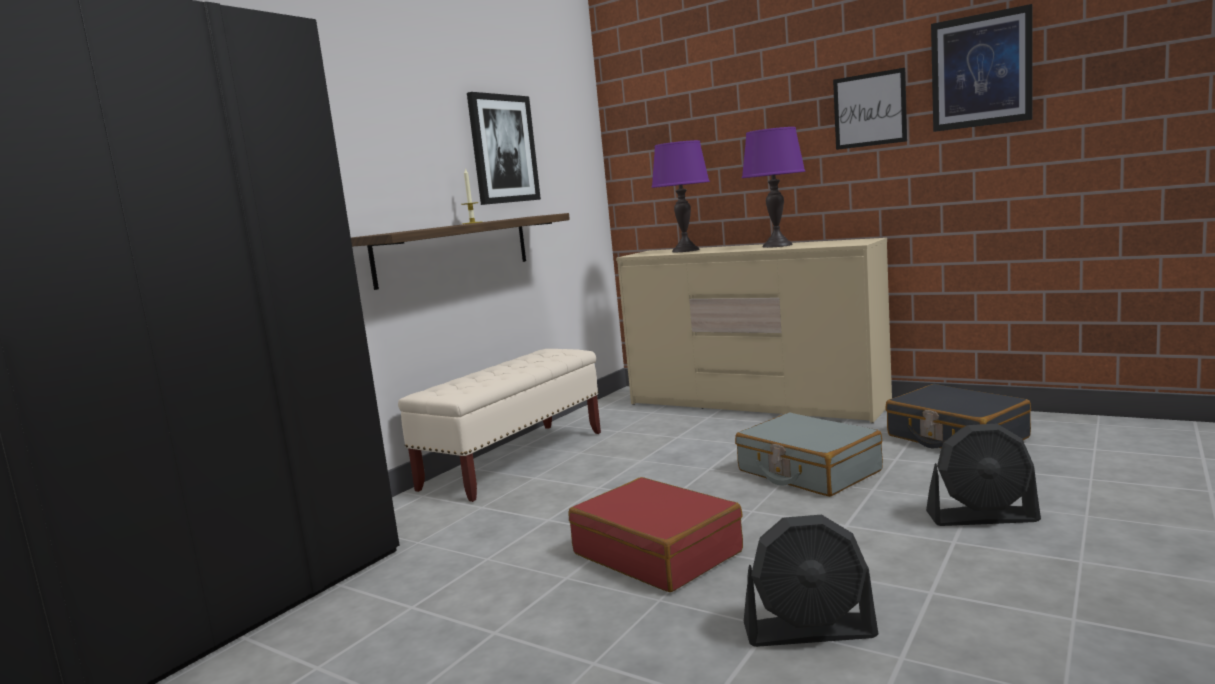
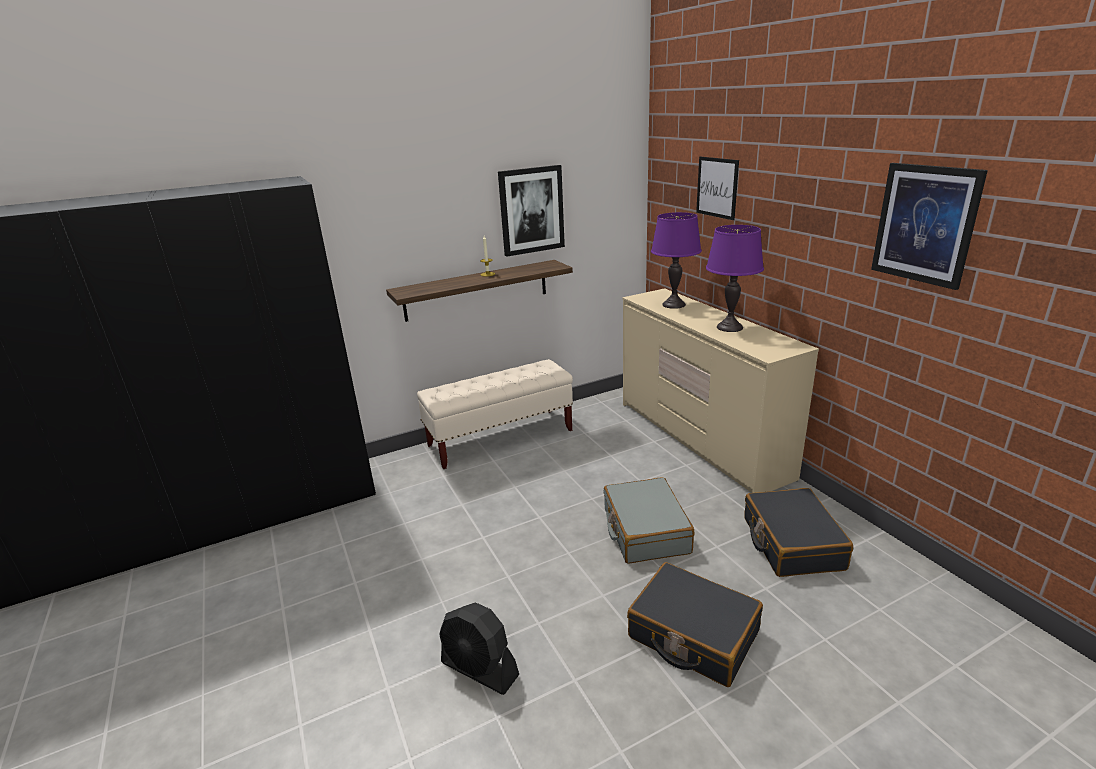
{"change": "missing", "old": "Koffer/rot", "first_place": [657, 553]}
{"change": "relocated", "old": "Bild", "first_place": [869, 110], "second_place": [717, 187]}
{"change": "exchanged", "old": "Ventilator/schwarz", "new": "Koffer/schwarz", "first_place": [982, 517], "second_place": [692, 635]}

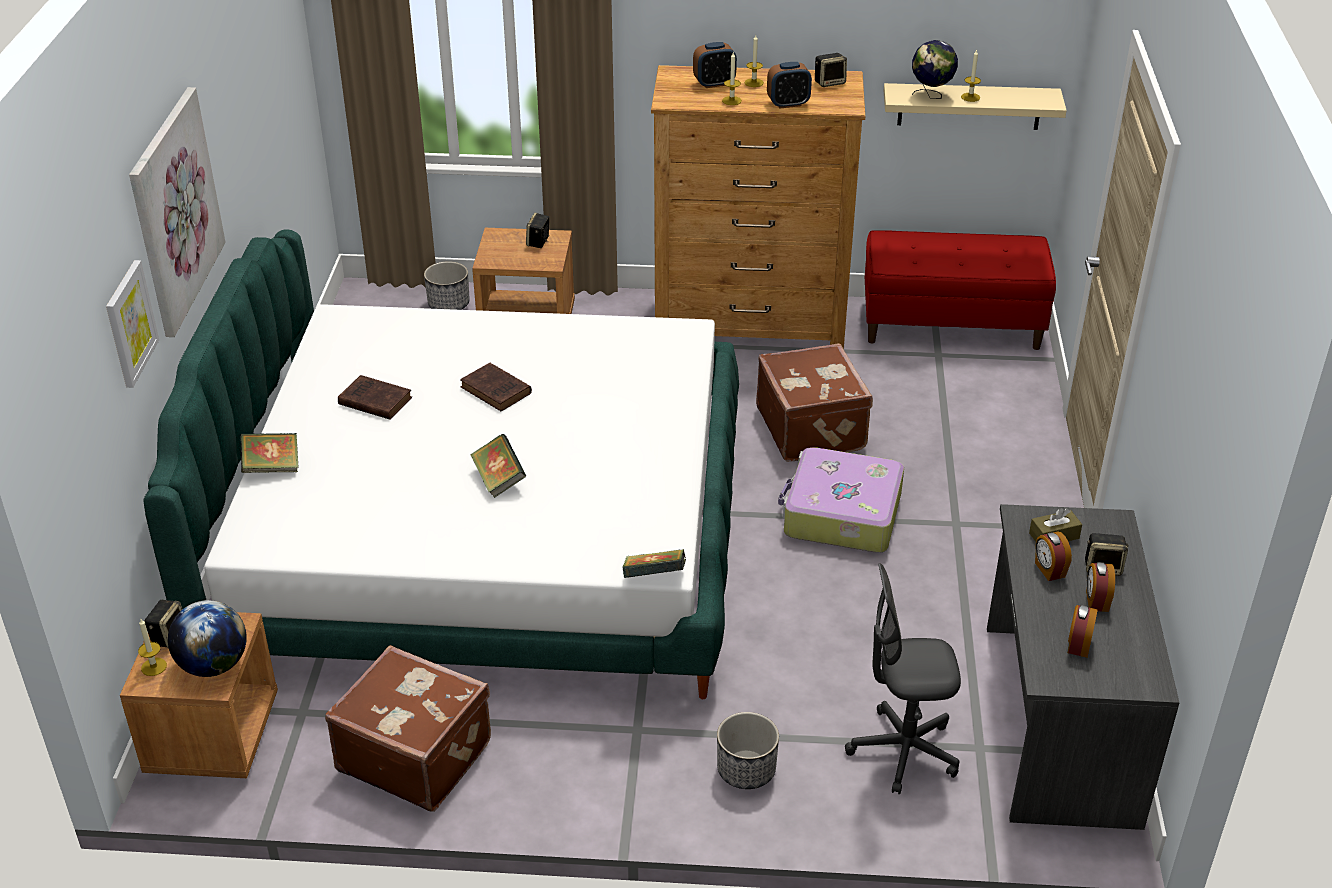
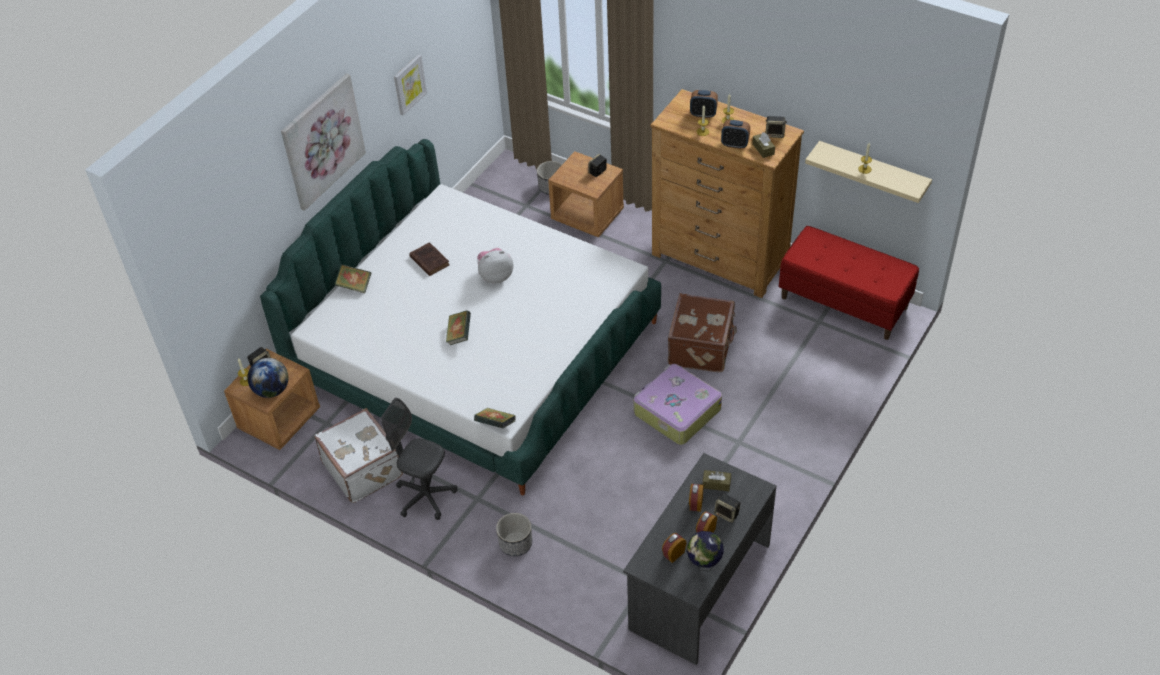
{"change": "relocated", "old": "Bild", "first_place": [130, 323], "second_place": [409, 84]}
{"change": "colour", "old": "Koffer/braun", "new": "Koffer/weiß", "first_place": [415, 755], "second_place": [364, 468]}
{"change": "exchanged", "old": "Buch/braun", "new": "Plüschtier", "first_place": [497, 391], "second_place": [495, 276]}
{"change": "relocated", "old": "Bürostuhl/grau", "first_place": [903, 751], "second_place": [425, 496]}
{"change": "relocated", "old": "Globus", "first_place": [931, 96], "second_place": [704, 565]}
{"change": "appeared", "new": "Taschentuchbox/braun", "second_place": [763, 149]}

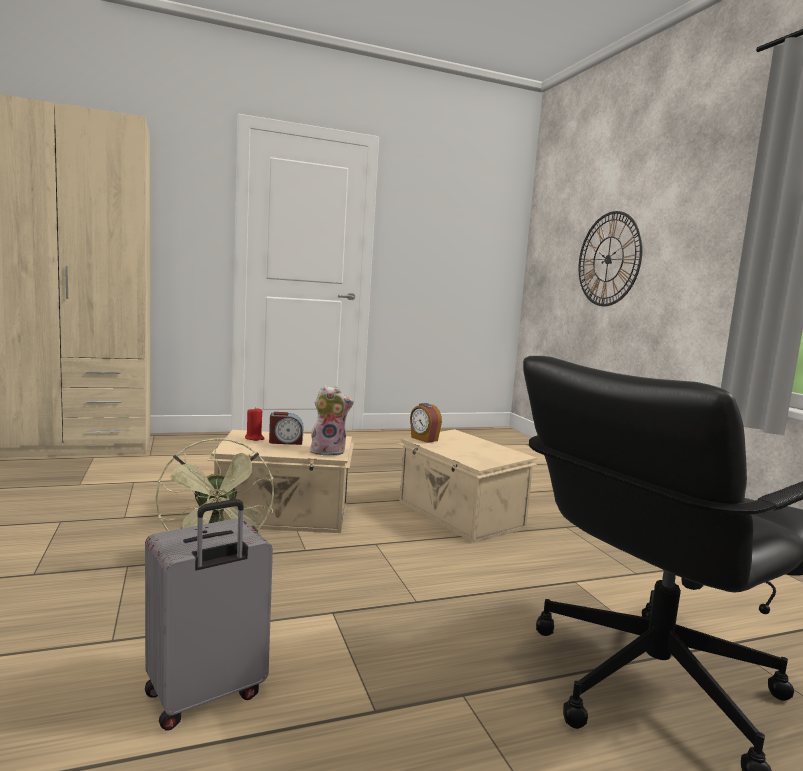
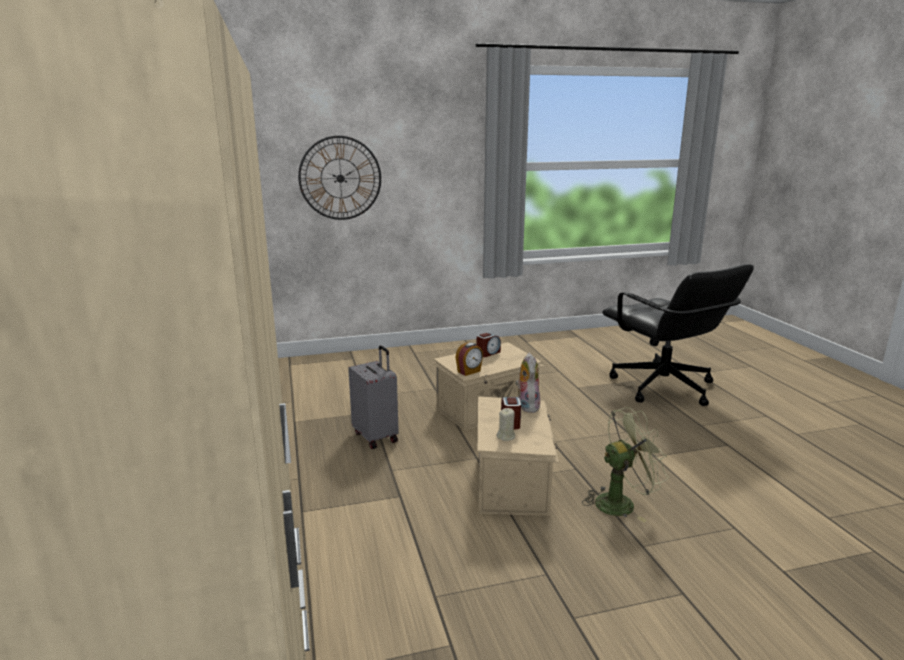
{"change": "relocated", "old": "Koffer/grau", "first_place": [206, 696], "second_place": [376, 436]}
{"change": "colour", "old": "Kerze/rot", "new": "Kerze/beige", "first_place": [254, 438], "second_place": [506, 436]}
{"change": "appeared", "new": "Wecker", "second_place": [488, 353]}

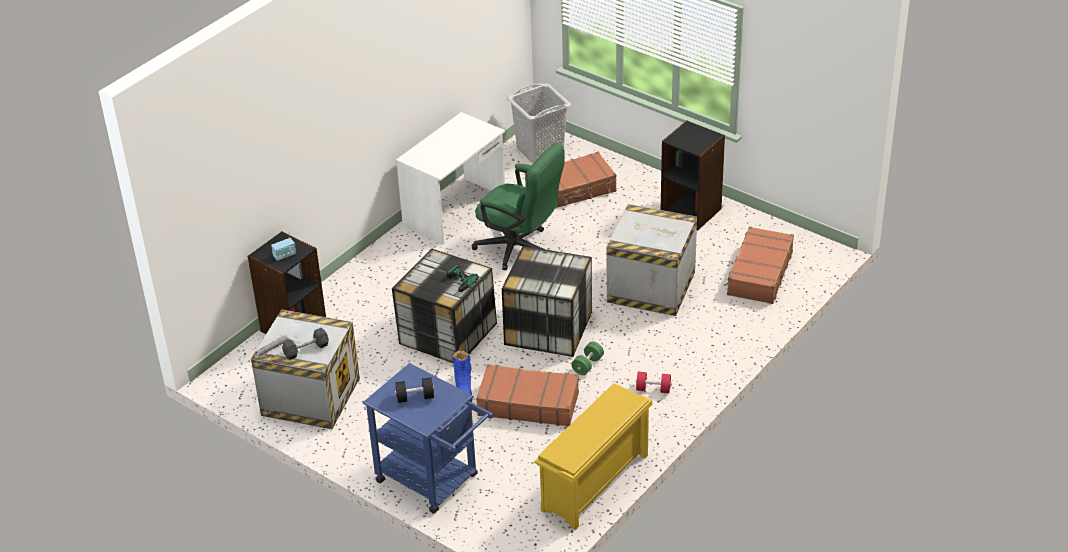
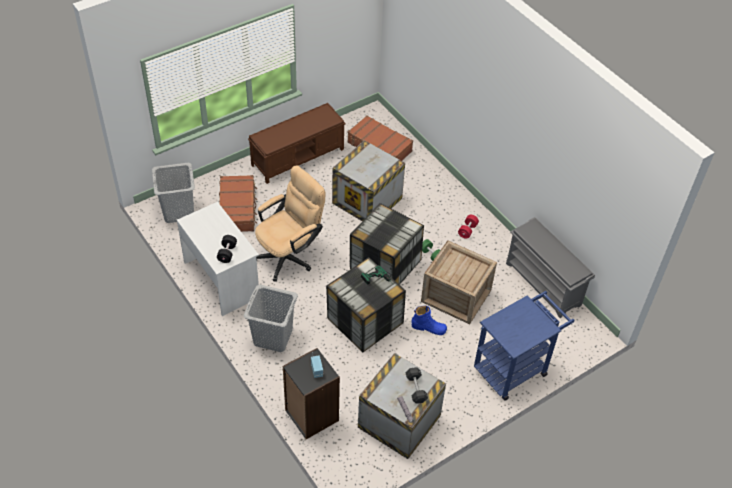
{"change": "relocated", "old": "Hantel/schwarz", "first_place": [415, 397], "second_place": [227, 253]}
{"change": "colour", "old": "Bürostuhl/grün", "new": "Bürostuhl/beige", "first_place": [520, 249], "second_place": [290, 255]}
{"change": "exchanged", "old": "Koffer/braun", "new": "Kiste", "first_place": [528, 403], "second_place": [456, 296]}
{"change": "colour", "old": "Schuhregal/gelb", "new": "Schuhregal/grau", "first_place": [595, 484], "second_place": [544, 284]}
{"change": "exchanged", "old": "Bücherregal/schwarz", "new": "Bank/braun", "first_place": [691, 211], "second_place": [298, 157]}
{"change": "appeared", "new": "Wäschekorb/grau", "second_place": [273, 336]}

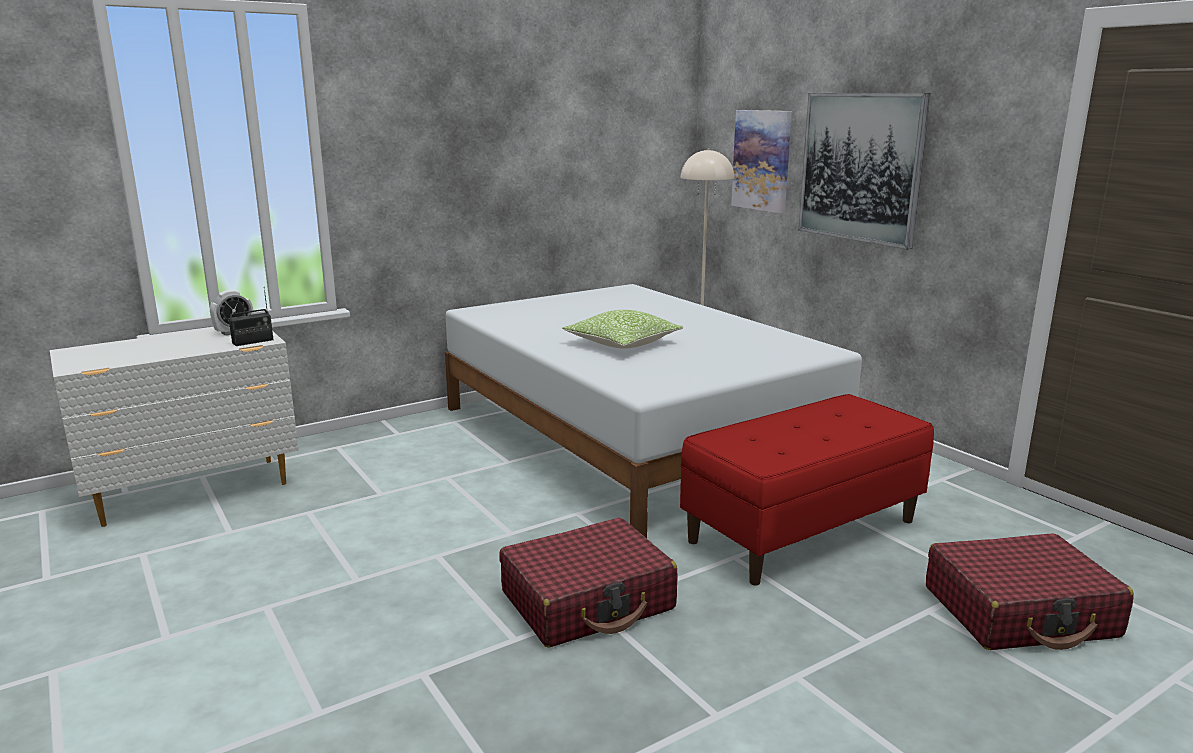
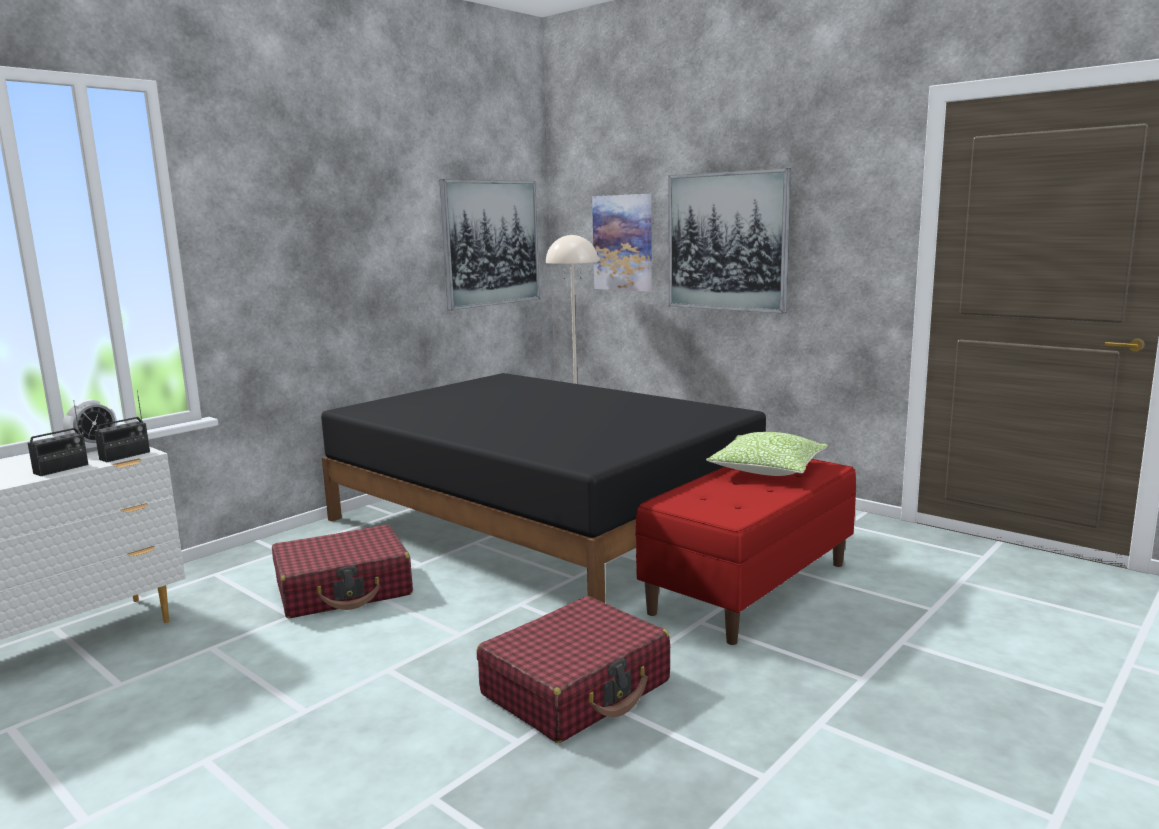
{"change": "colour", "old": "Bett/weiß", "new": "Bett/schwarz", "first_place": [633, 437], "second_place": [541, 523]}
{"change": "relocated", "old": "Kissen", "first_place": [622, 343], "second_place": [767, 470]}
{"change": "relocated", "old": "Koffer/rot", "first_place": [1020, 612], "second_place": [344, 589]}
{"change": "appeared", "new": "Radio", "second_place": [61, 469]}
{"change": "appeared", "new": "Bild", "second_place": [491, 243]}

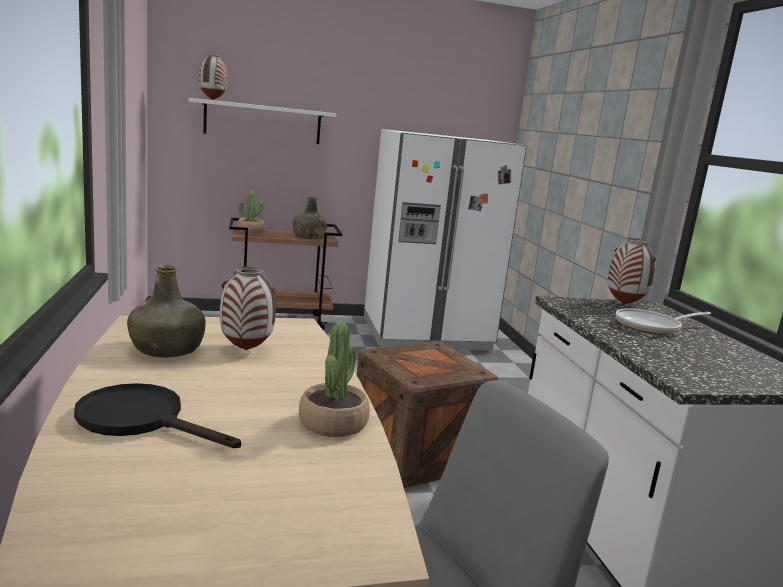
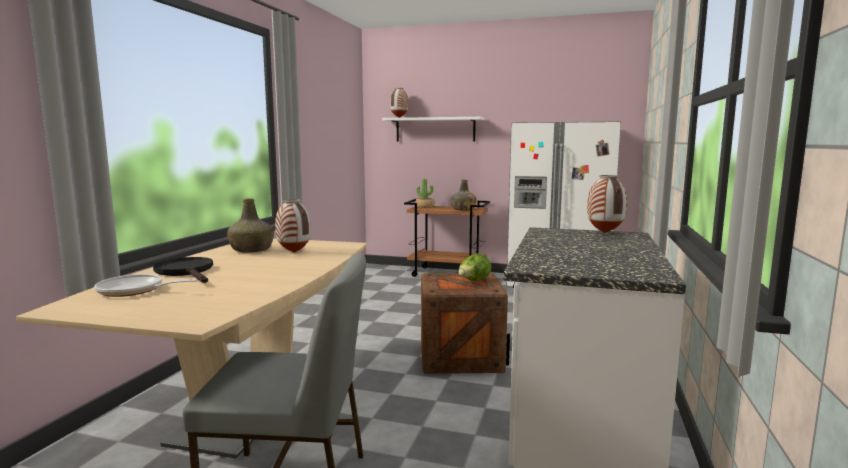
{"change": "missing", "old": "Topfpflanze", "first_place": [333, 423]}
{"change": "relocated", "old": "Pfanne", "first_place": [652, 327], "second_place": [135, 291]}
{"change": "appeared", "new": "Salatkopf", "second_place": [474, 281]}

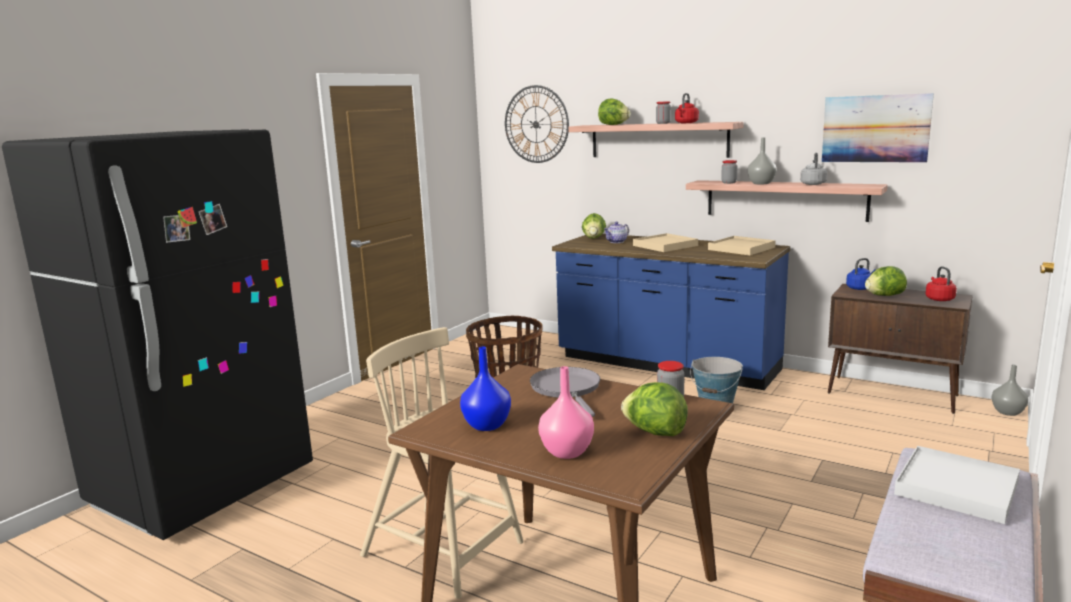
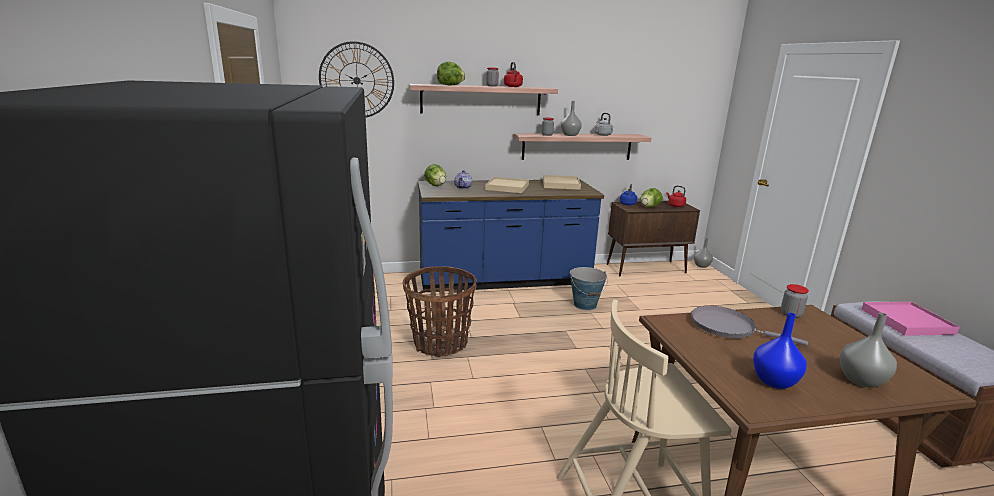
{"change": "colour", "old": "Vase/rosa", "new": "Vase/grau", "first_place": [568, 452], "second_place": [862, 380]}
{"change": "missing", "old": "Salatkopf", "first_place": [655, 432]}
{"change": "missing", "old": "Bild", "first_place": [875, 129]}
{"change": "colour", "old": "Tablett/weiß", "new": "Tablett/rosa", "first_place": [956, 488], "second_place": [906, 321]}

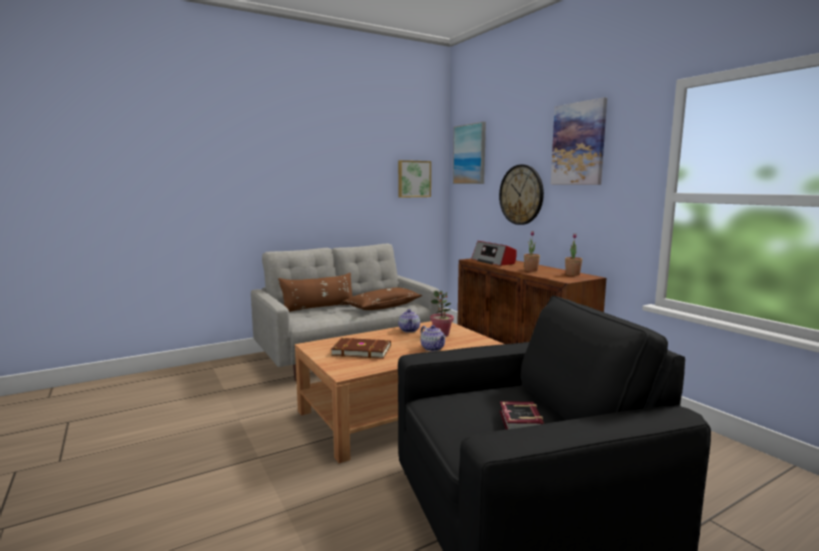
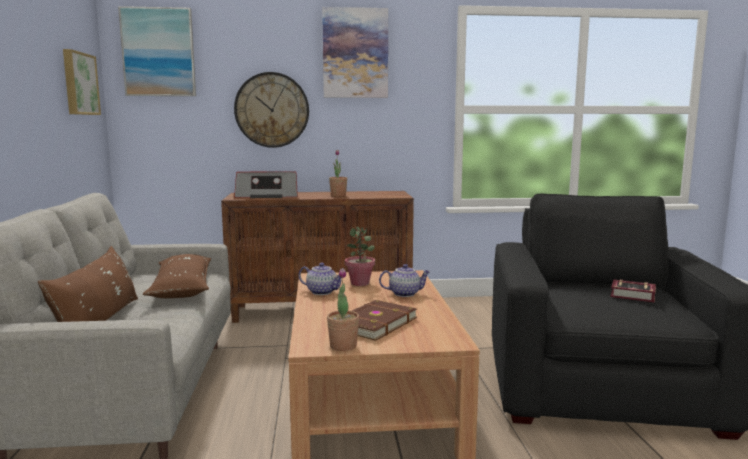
{"change": "relocated", "old": "Topfpflanze", "first_place": [572, 274], "second_place": [343, 346]}

